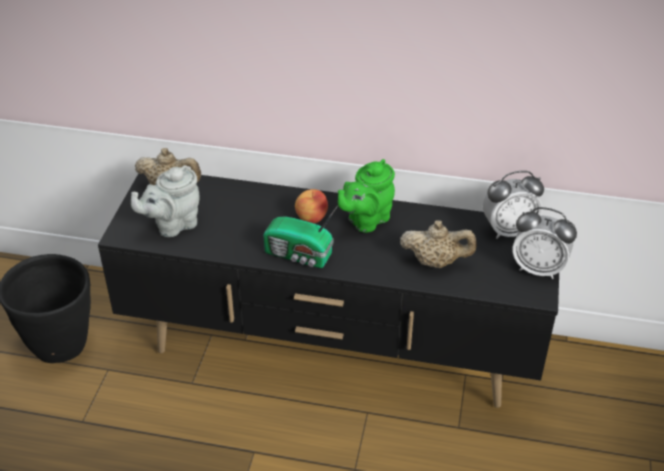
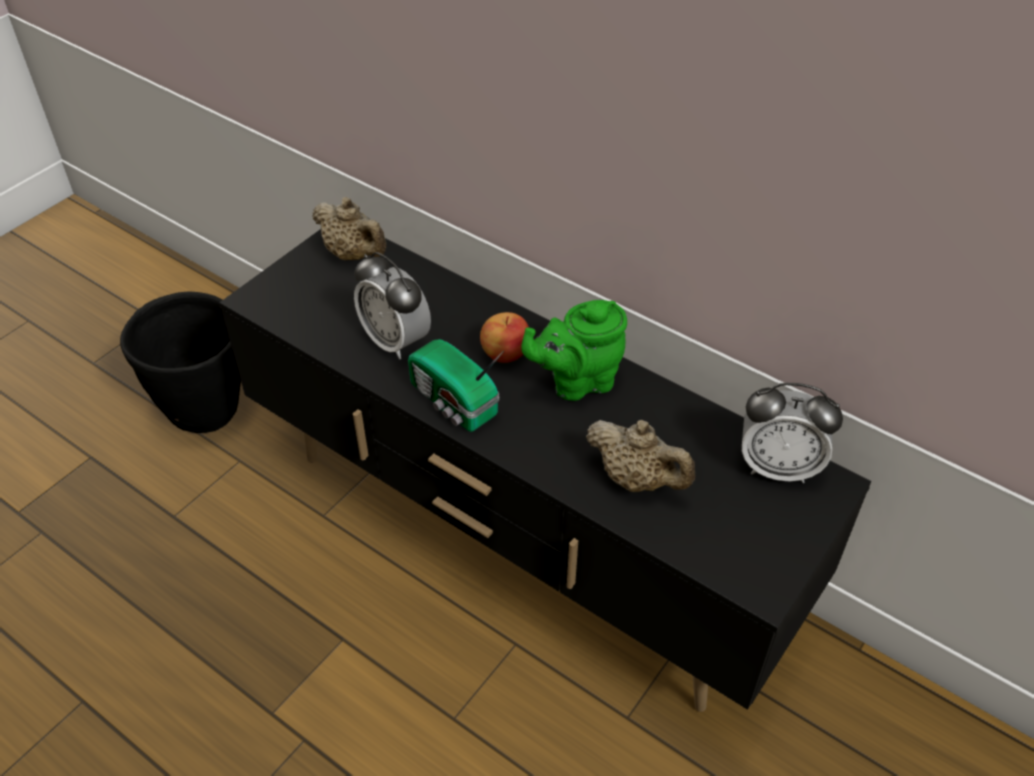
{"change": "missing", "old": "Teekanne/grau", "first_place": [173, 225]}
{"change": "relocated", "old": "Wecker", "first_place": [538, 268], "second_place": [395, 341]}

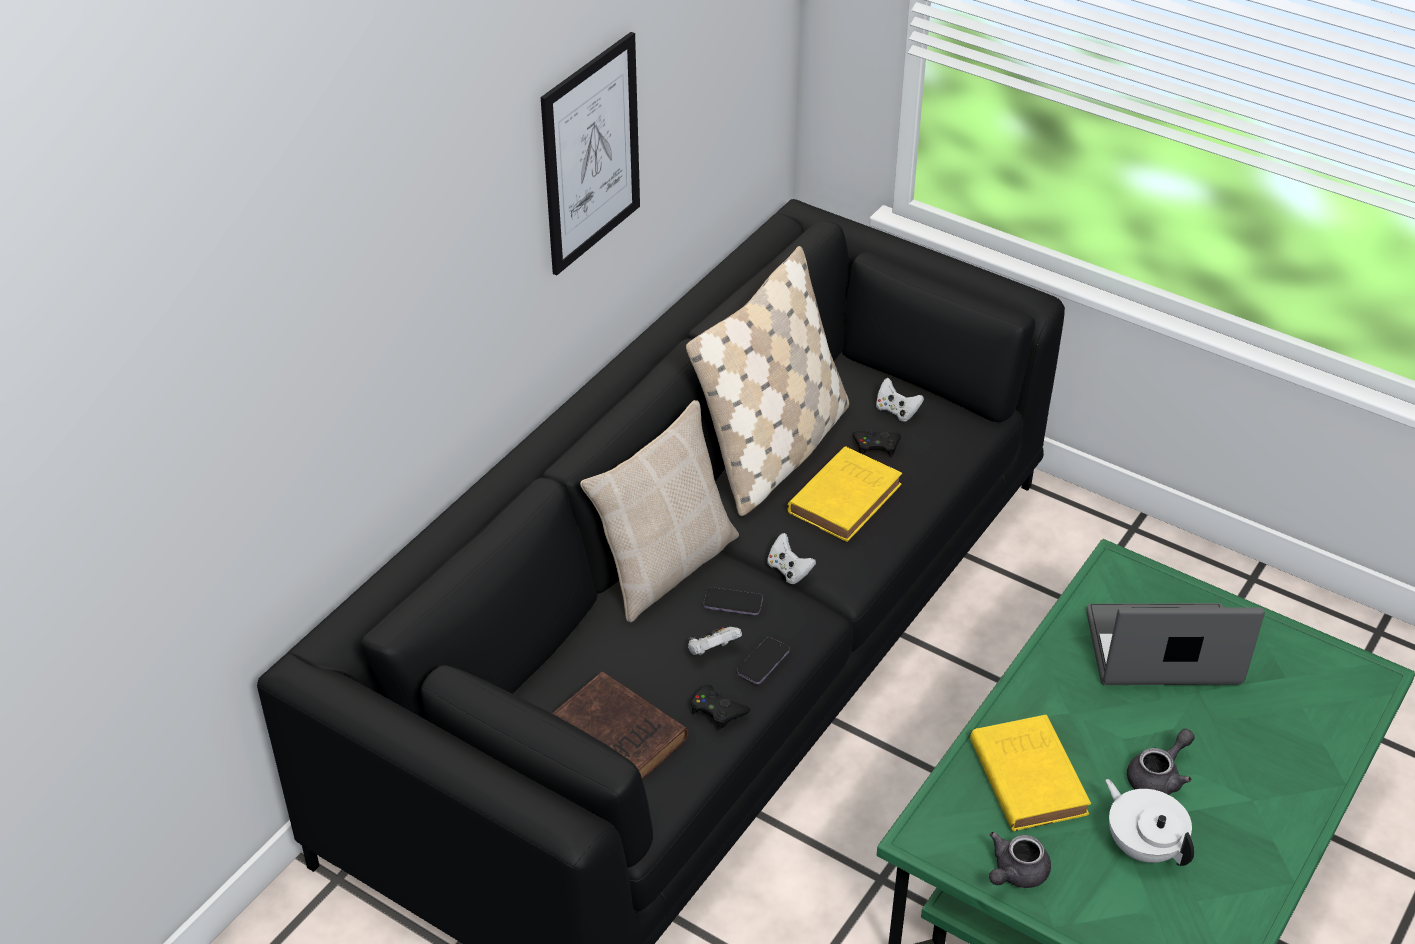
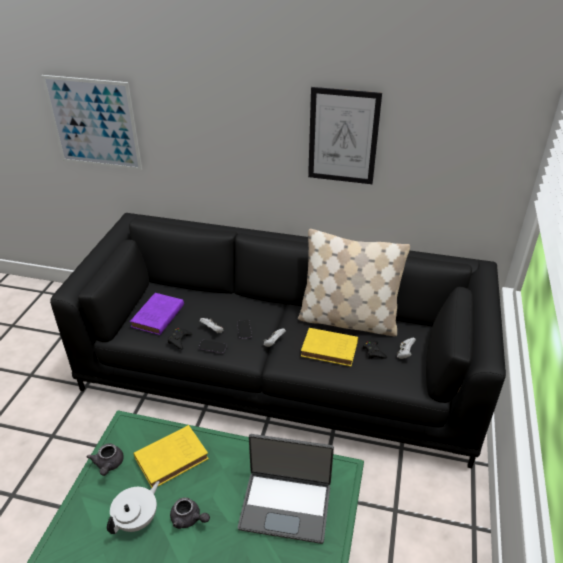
{"change": "colour", "old": "Buch/braun", "new": "Buch/lila", "first_place": [621, 735], "second_place": [157, 317]}
{"change": "missing", "old": "Kissen/beige", "first_place": [665, 566]}
{"change": "spun", "old": "Teekanne/grau", "first_place": [1015, 873], "second_place": [108, 465], "degrees": -120}
{"change": "spun", "old": "Laptop", "first_place": [1162, 651], "second_place": [286, 505], "degrees": 120}
{"change": "appeared", "new": "Bild", "second_place": [94, 123]}

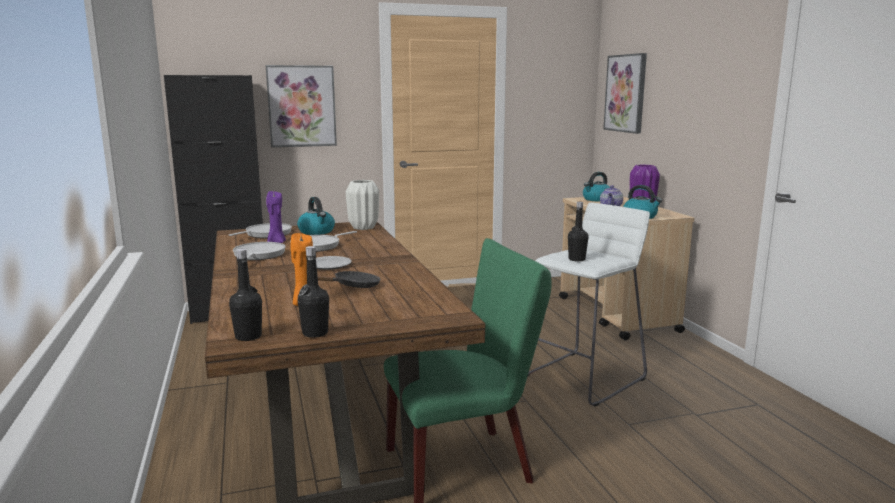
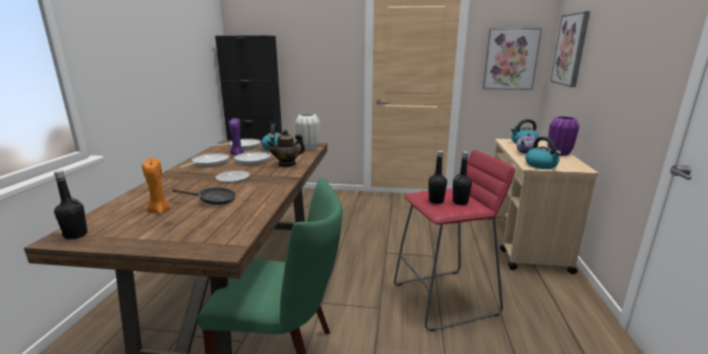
{"change": "relocated", "old": "Bild", "first_place": [301, 106], "second_place": [510, 59]}
{"change": "relocated", "old": "Flasche/schwarz", "first_place": [315, 333], "second_place": [460, 202]}
{"change": "colour", "old": "Hocker/weiß", "new": "Hocker/rot", "first_place": [585, 377], "second_place": [446, 299]}
{"change": "appeared", "new": "Teekanne", "second_place": [287, 164]}

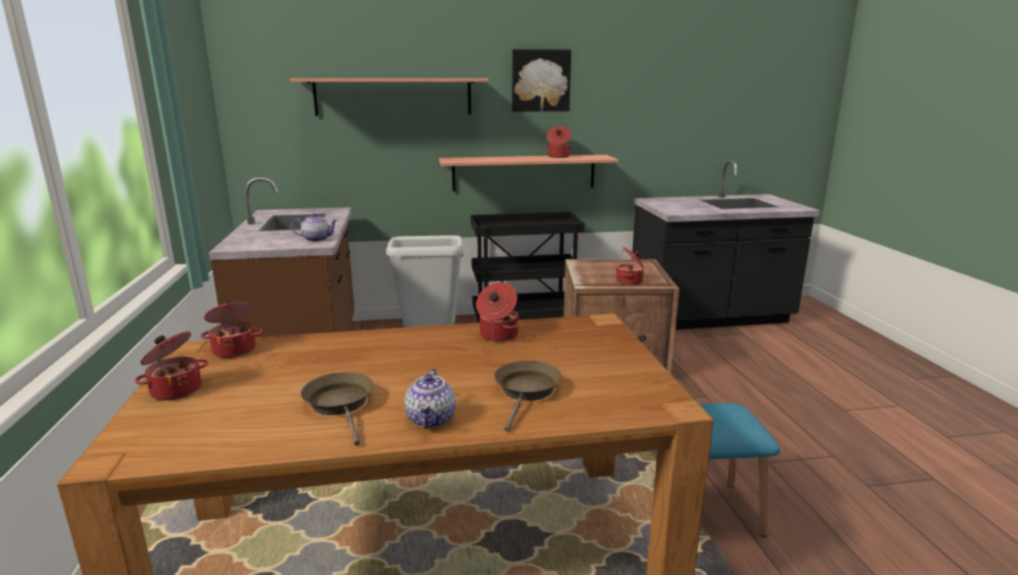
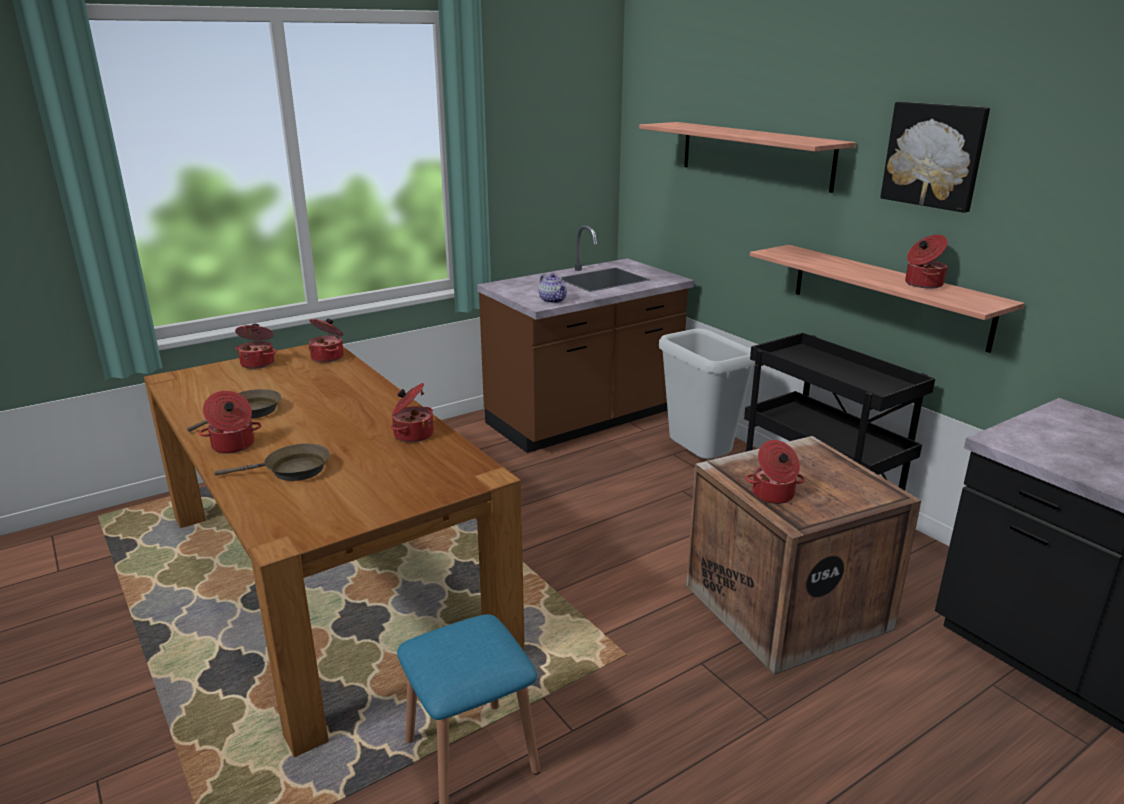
{"change": "exchanged", "old": "Teekanne", "new": "Kochtopf", "first_place": [431, 419], "second_place": [233, 446]}

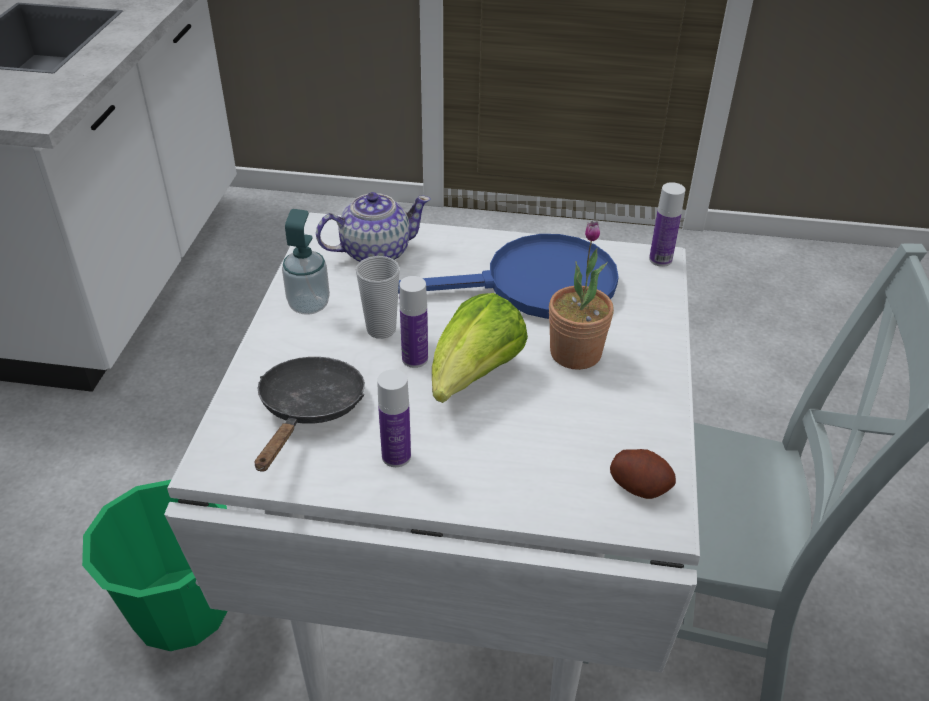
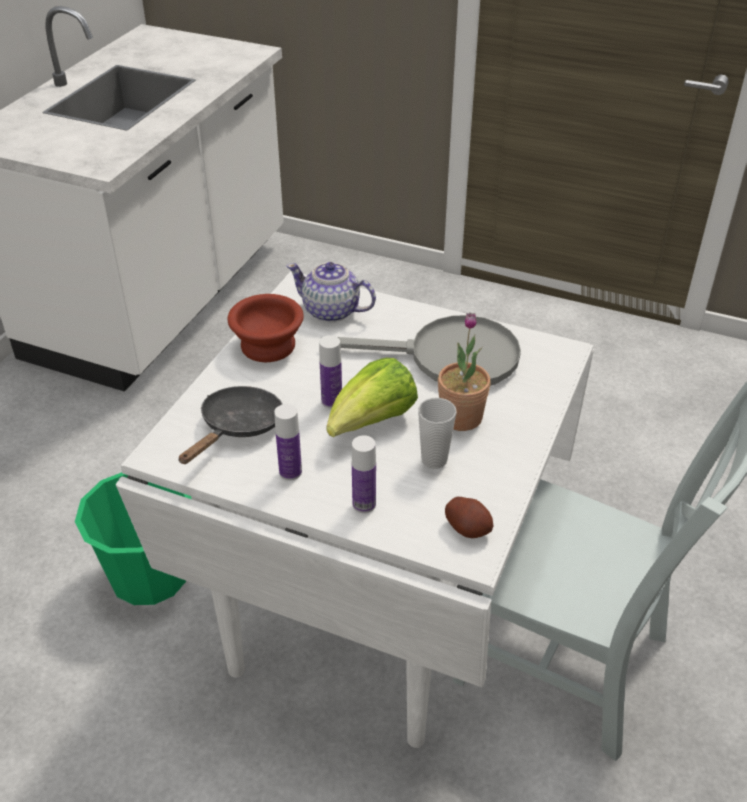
{"change": "exchanged", "old": "Seifenspender", "new": "Schüssel/braun", "first_place": [309, 305], "second_place": [265, 346]}
{"change": "spun", "old": "Teekanne", "first_place": [374, 252], "second_place": [331, 311], "degrees": -150}
{"change": "relocated", "old": "Tasse", "first_place": [381, 329], "second_place": [434, 460]}
{"change": "colour", "old": "Pfanne/blau", "new": "Pfanne/grau", "first_place": [532, 286], "second_place": [448, 358]}
{"change": "relocated", "old": "Flasche", "first_place": [660, 259], "second_place": [364, 504]}

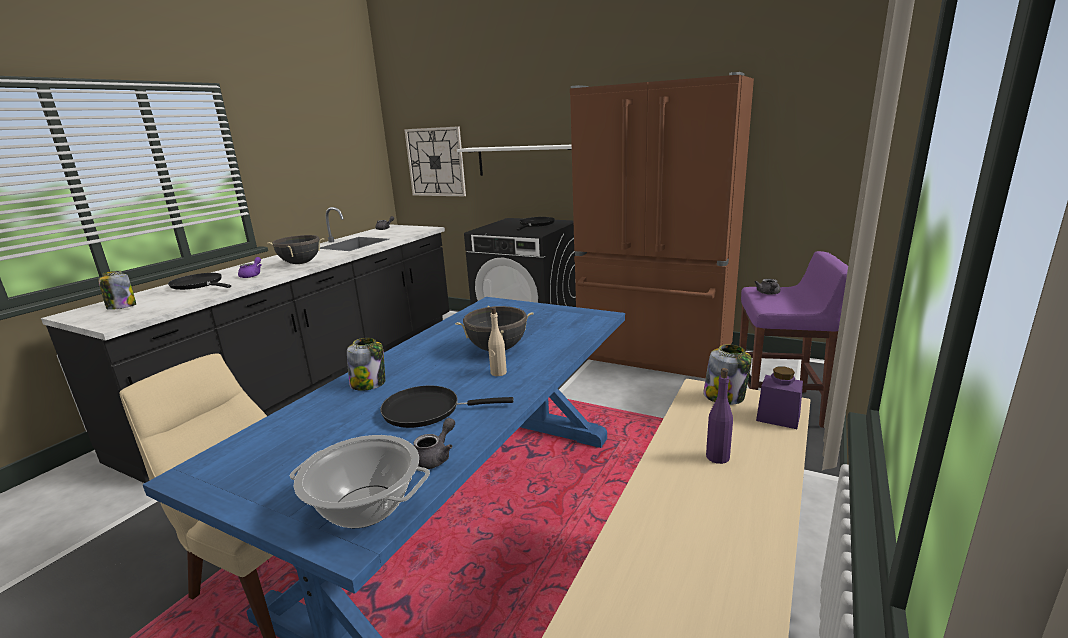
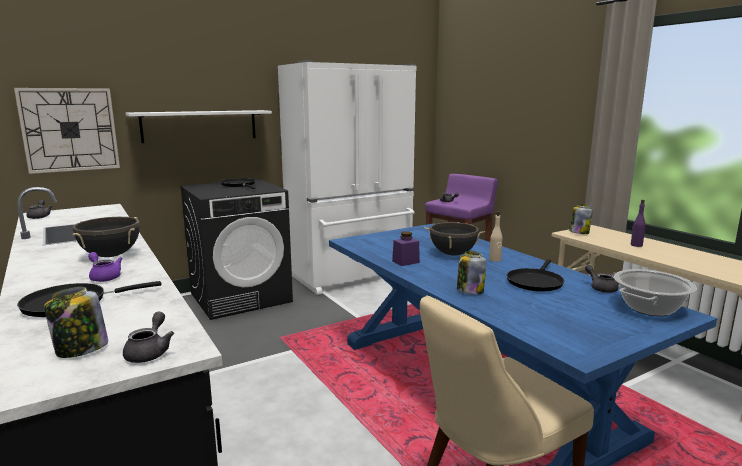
{"change": "colour", "old": "Kühlschrank/braun", "new": "Kühlschrank/weiß", "first_place": [653, 355], "second_place": [351, 275]}
{"change": "relocated", "old": "Vorratsglas/lila", "first_place": [778, 418], "second_place": [405, 262]}
{"change": "appeared", "new": "Teekanne/grau", "second_place": [150, 352]}

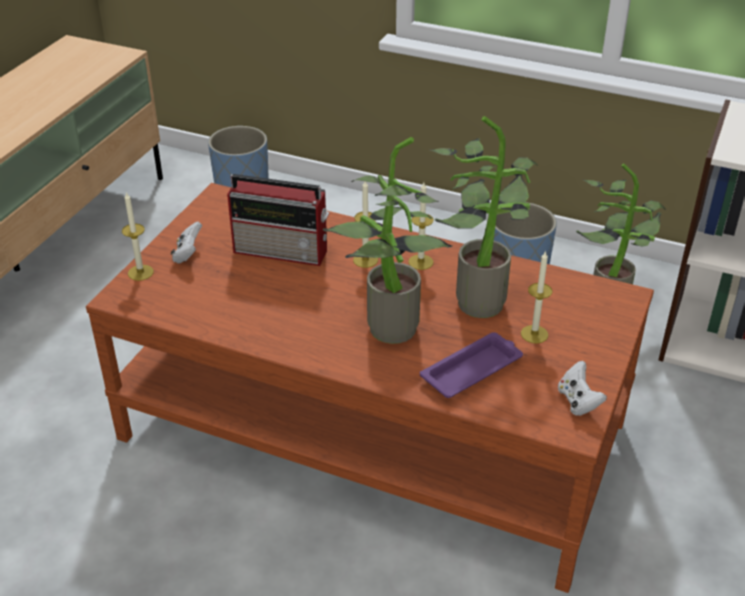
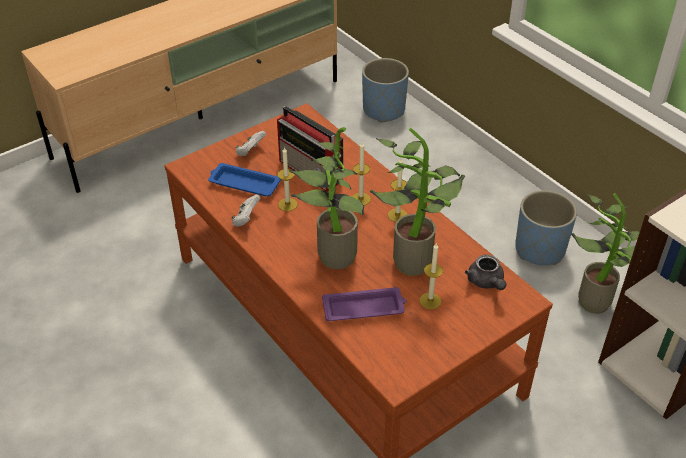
{"change": "relocated", "old": "Kerze", "first_place": [140, 272], "second_place": [287, 204]}
{"change": "relocated", "old": "Gamepad/weiß", "first_place": [578, 401], "second_place": [246, 219]}
{"change": "appeared", "new": "Tablett/blau", "second_place": [243, 183]}
{"change": "appeared", "new": "Teekanne/grau", "second_place": [486, 282]}

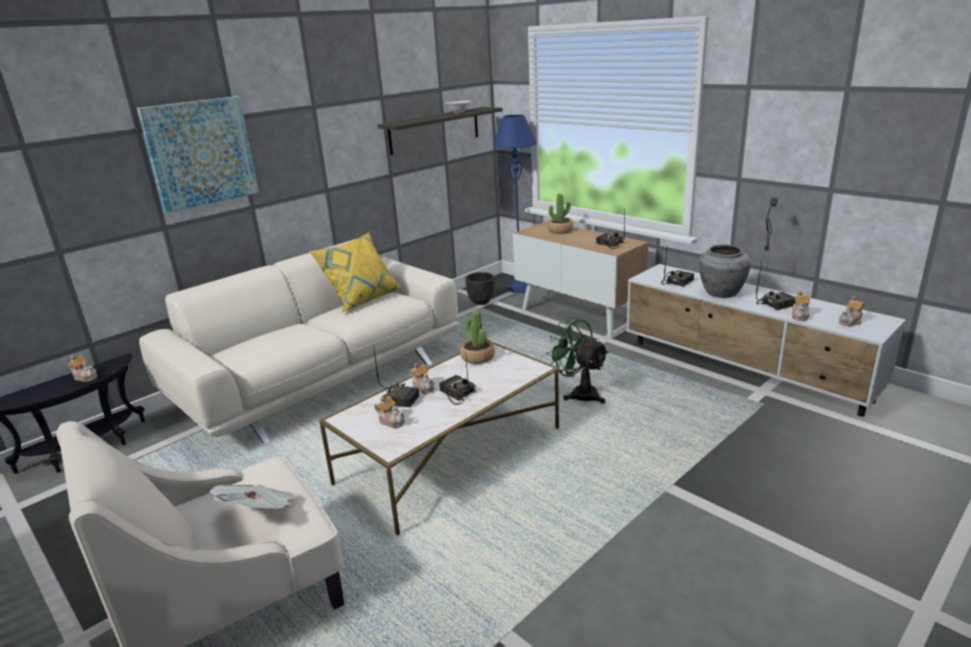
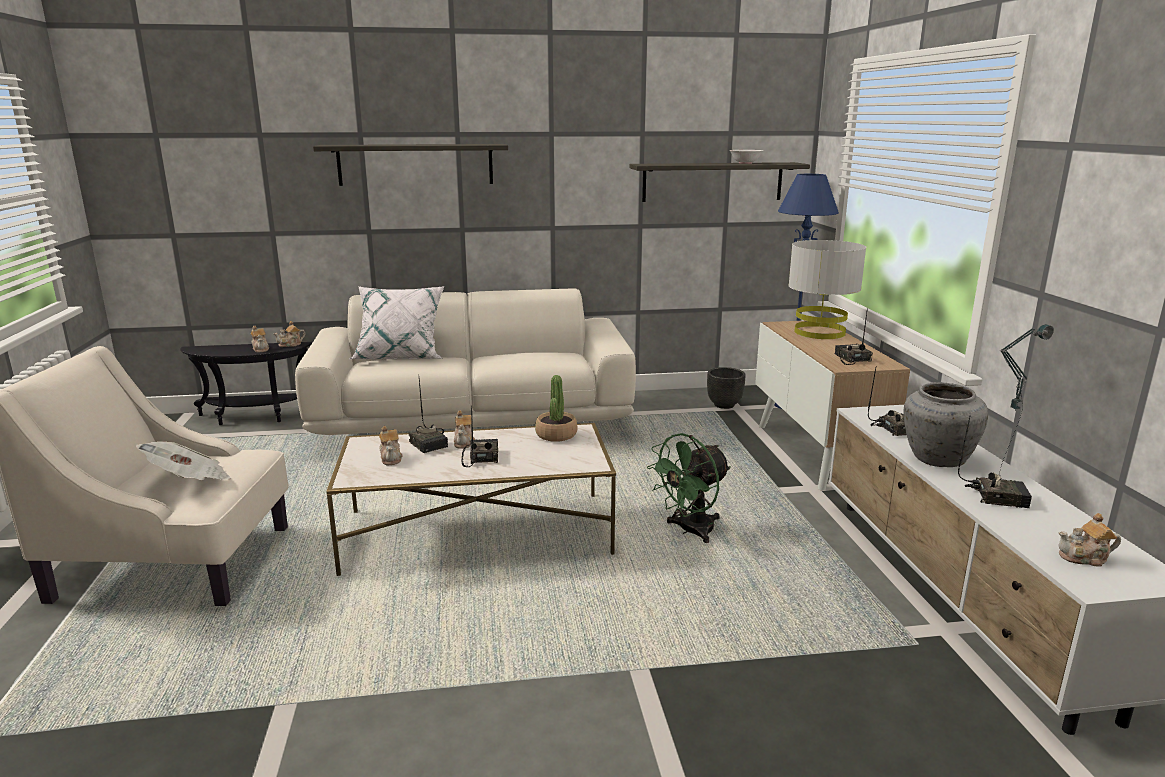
{"change": "exchanged", "old": "Bild", "new": "Wandregal", "first_place": [201, 153], "second_place": [415, 164]}
{"change": "missing", "old": "Kissen/gelb", "first_place": [362, 299]}
{"change": "spun", "old": "Ventilator/grün", "first_place": [579, 393], "second_place": [690, 531], "degrees": -120}
{"change": "exchanged", "old": "Topfpflanze", "new": "Tischlampe/grau", "first_place": [560, 231], "second_place": [819, 332]}
{"change": "relocated", "old": "Teekanne", "first_place": [800, 316], "second_place": [290, 344]}
{"change": "appeared", "new": "Kissen/weiß", "second_place": [401, 356]}

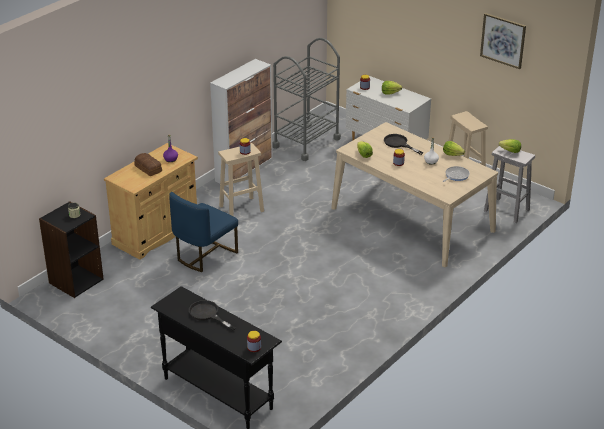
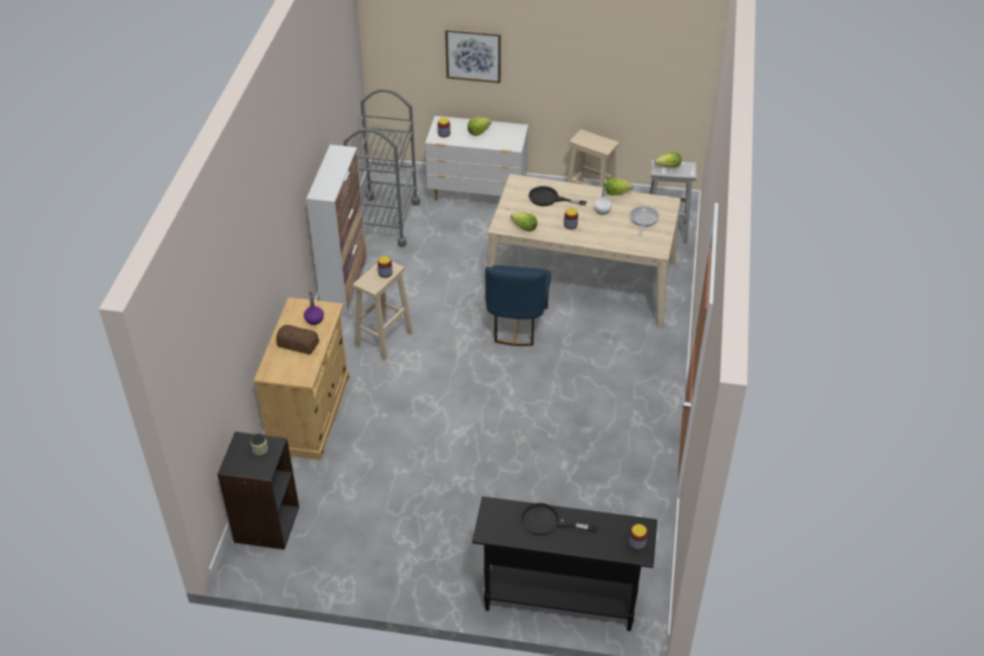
{"change": "relocated", "old": "Stuhl/blau", "first_place": [204, 255], "second_place": [516, 324]}
{"change": "relocated", "old": "Bild", "first_place": [503, 40], "second_place": [473, 55]}

